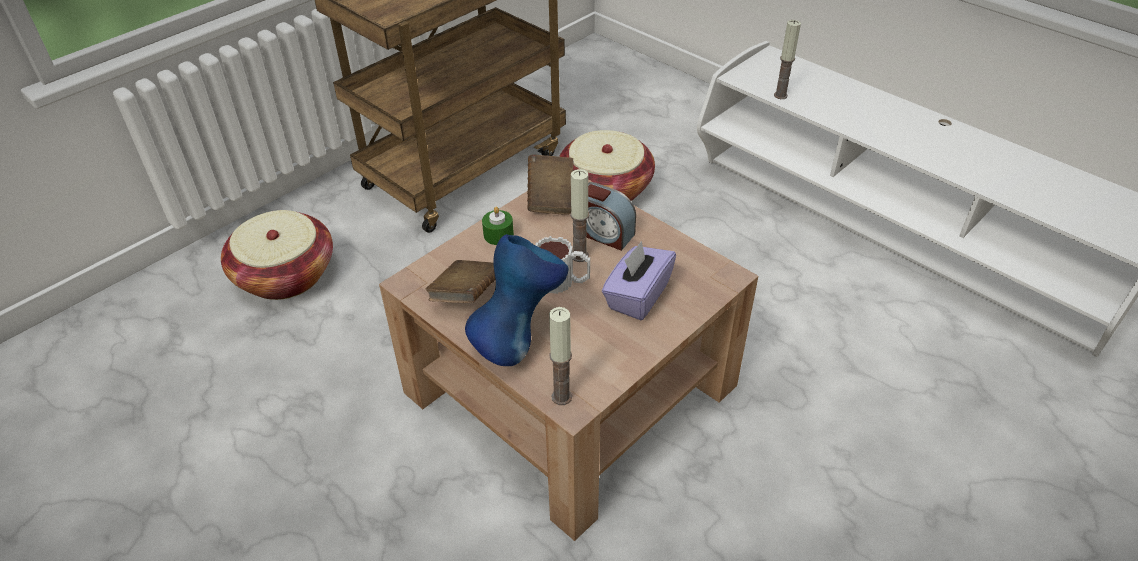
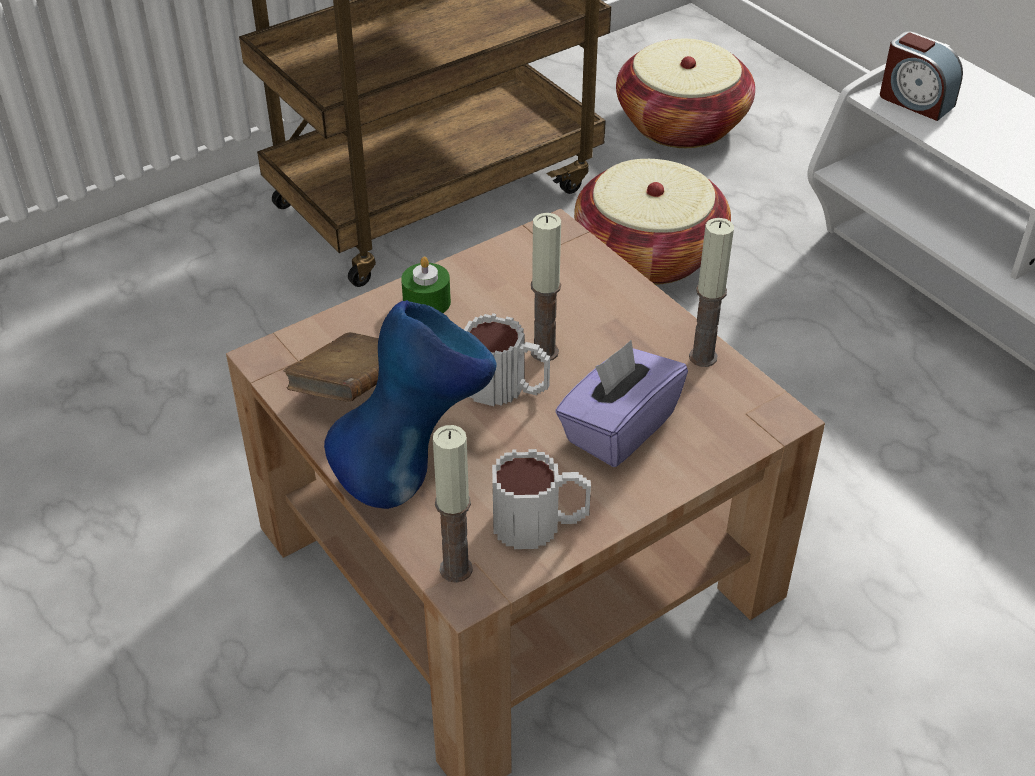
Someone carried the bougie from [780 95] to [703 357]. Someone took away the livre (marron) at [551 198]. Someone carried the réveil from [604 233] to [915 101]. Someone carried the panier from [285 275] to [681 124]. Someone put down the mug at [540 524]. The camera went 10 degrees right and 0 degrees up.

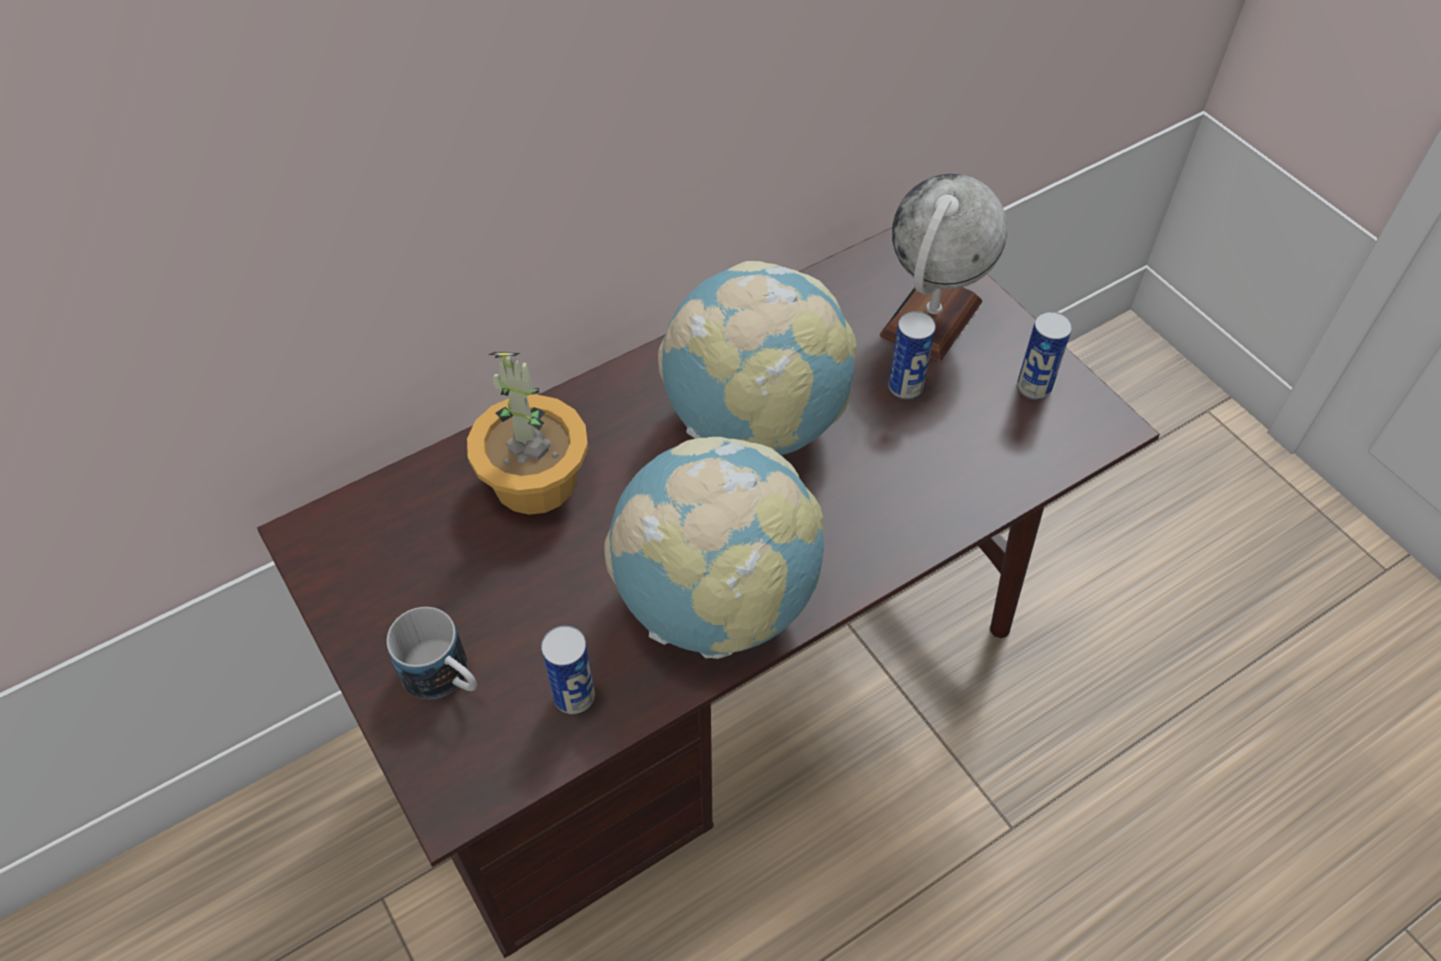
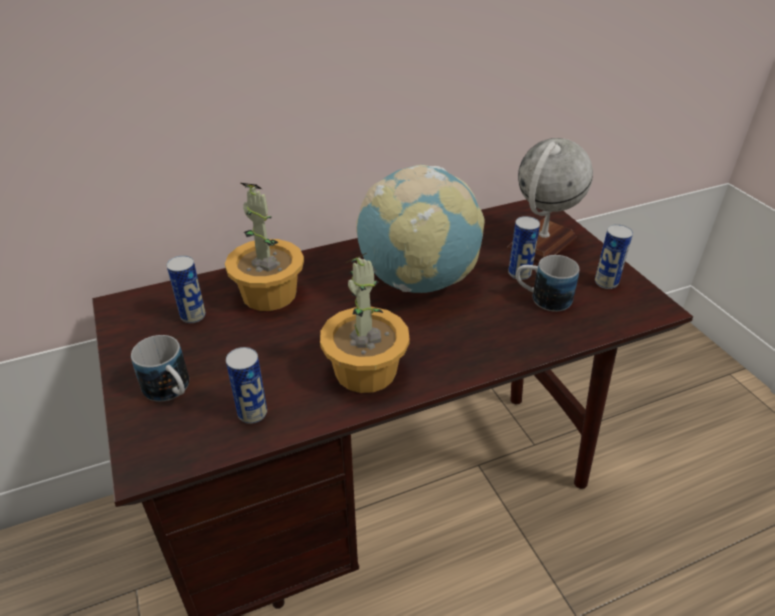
Someone swapped the globe at [716 601] for the plante en pot at [366 371]. Someone put down the boîte métallique at [193 316]. Someone put down the mug at [542 298]. The camera went 10 degrees right and 15 degrees down.

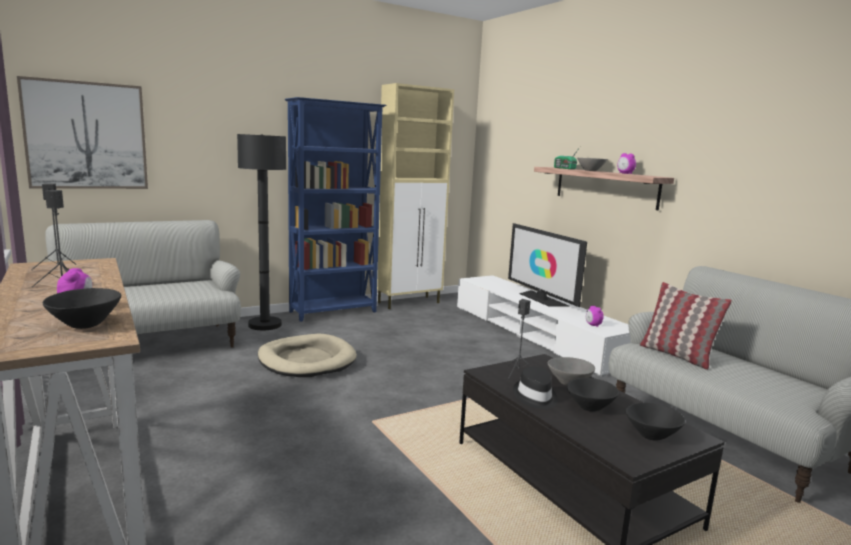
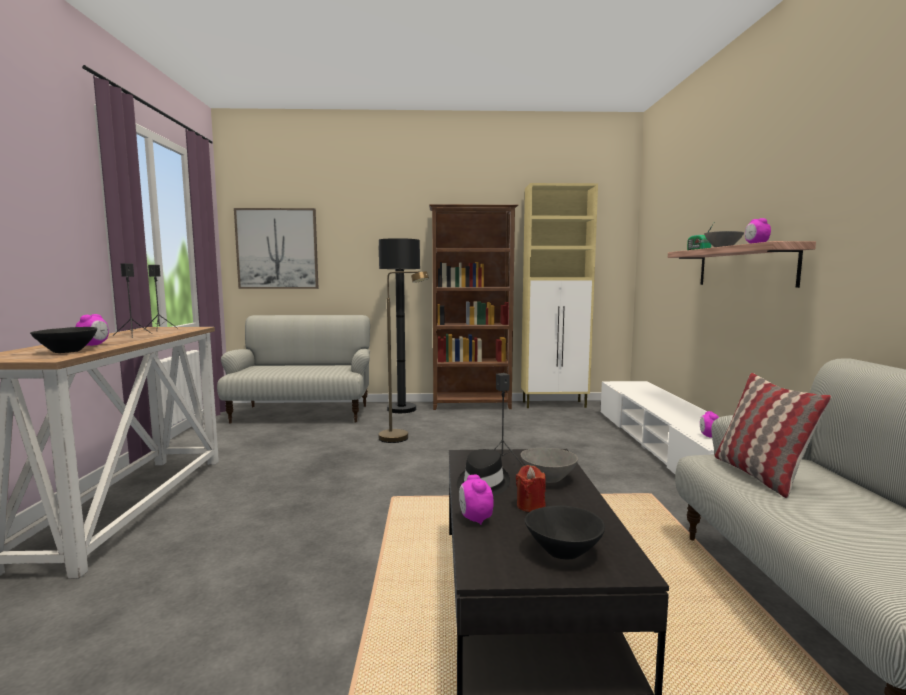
Someone repainted the bibliothèque (bleu) at [334 312], which became the bibliothèque (marron) at [472 405]. Someone took away the téléviseur at [541 299]. Someone swapped the panier pour chien (beige) at [307 360] for the lampadaire (marron) at [400 439]. Someone swapped the bol (noir) at [589 407] for the bougie (rouge) at [530 506]. Someone put down the réveil at [475 519]. The camera went 30 degrees right and 5 degrees down.

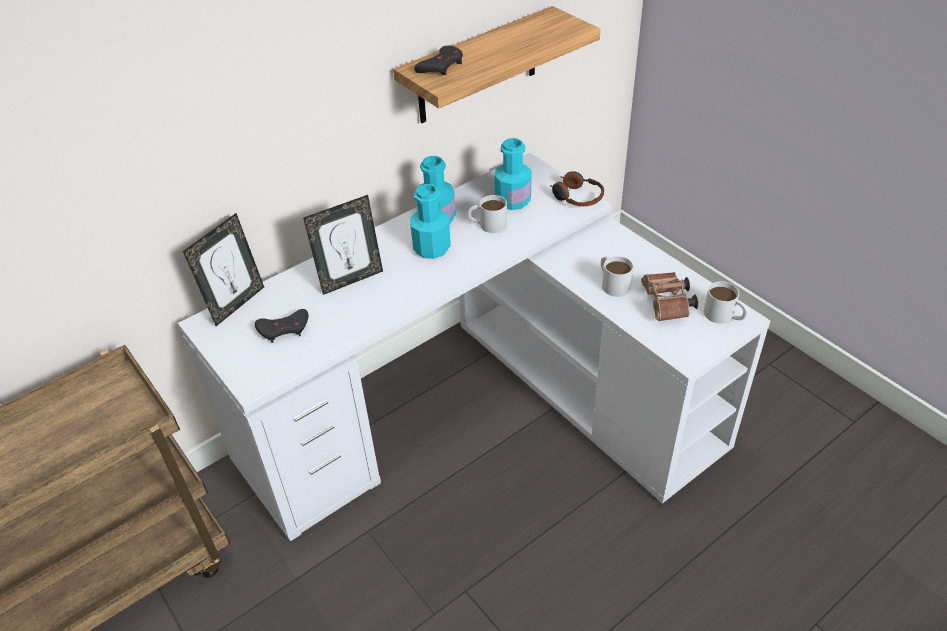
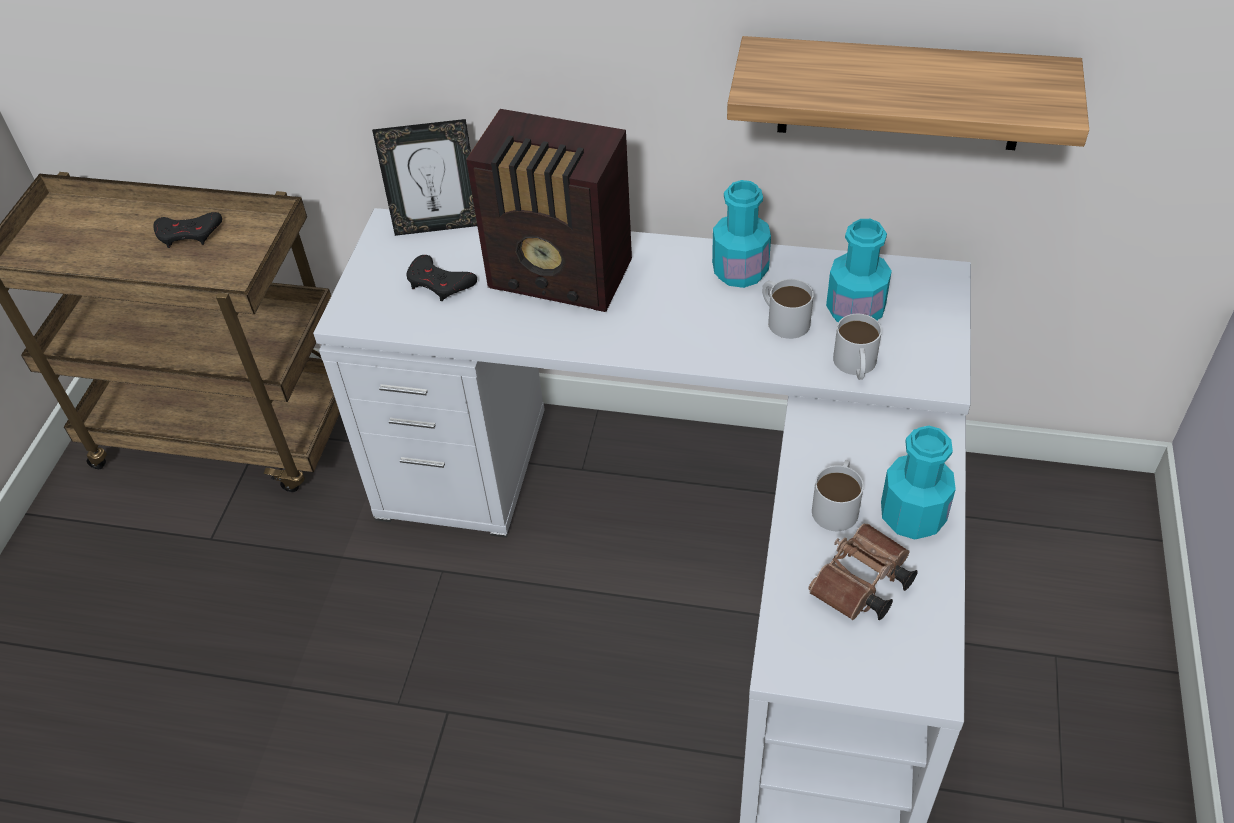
Someone carried the manette (noir) from [441 66] to [189 234]. Someone took away the casque audio at [576 196]. Someone carried the bouteille (turquoise) from [431 248] to [912 516]. Someone swapped the cadre photo at [351 279] for the radio at [562 277]. Someone carried the mug (blanc) from [724 316] to [855 366]. The camera went 50 degrees right and 5 degrees up.

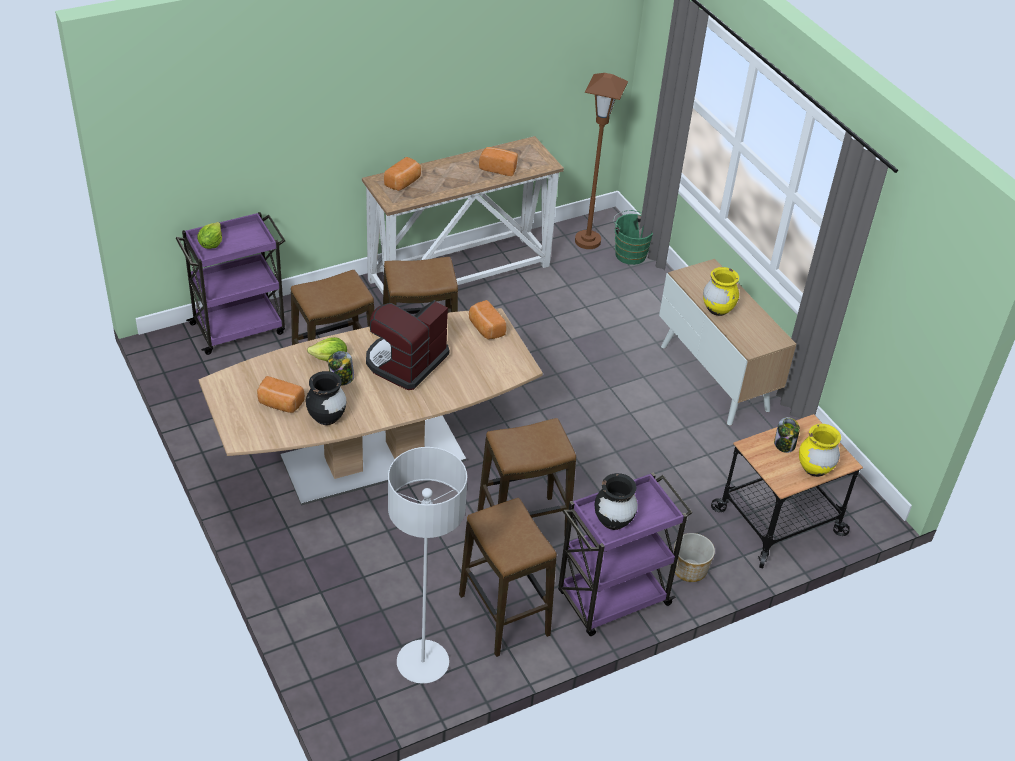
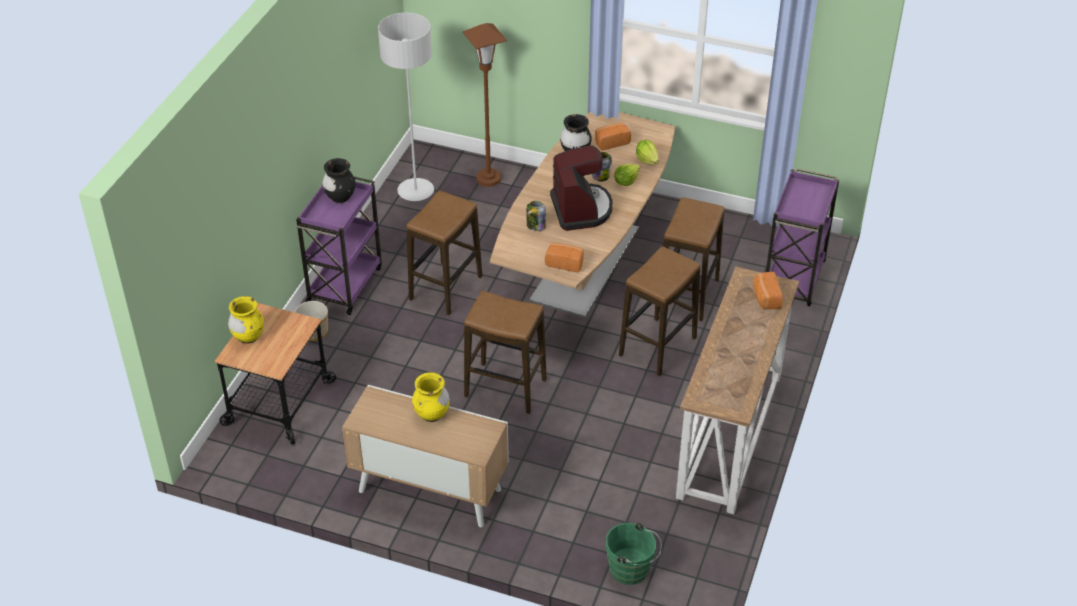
Someone carried the lampadaire (marron) from [587 241] to [488 179]. Someone took away the pain at [498 168]. Someone carried the laitue from [211 244] to [647 160]. Someone carried the bocal from [784 444] to [536 225]. Someone carried the tabouret from [504 615] to [505 388]. The camera went 140 degrees right and 0 degrees up.

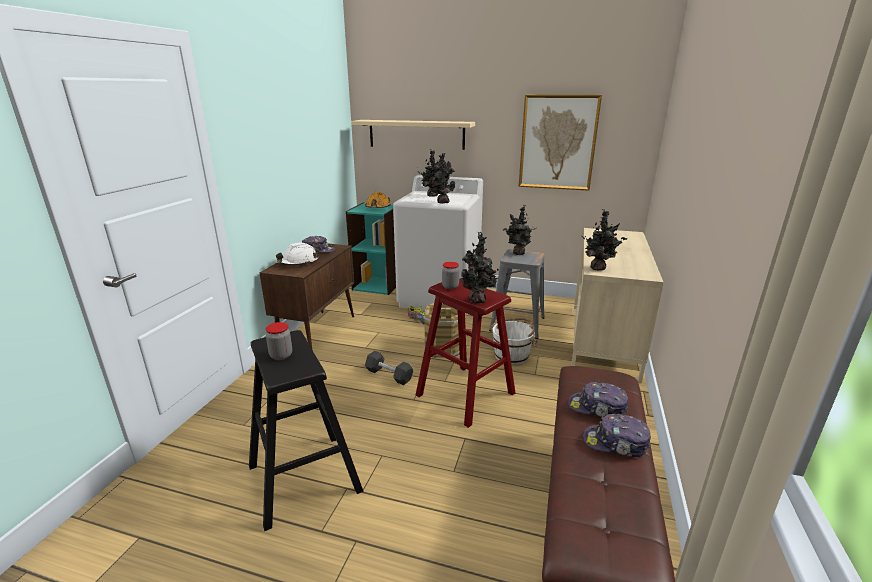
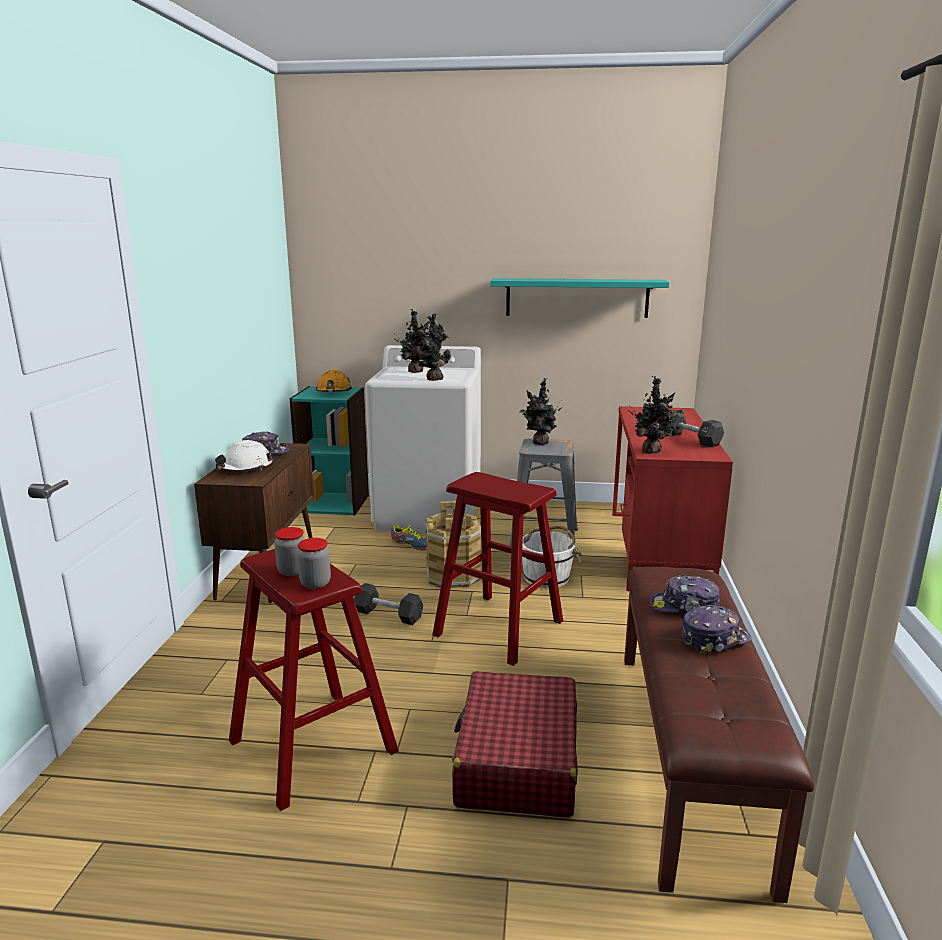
Someone swapped the tableau at [558 143] for the étagère (turquoise) at [577 297]. Someone took away the étagère (beige) at [416 134]. Someone repainted the bureau (beige) at [602 340], which became the bureau (rouge) at [657 550]. Someone took away the plante en pot at [478 301]. Someone carried the bocal from [450 287] to [315 583]. Someone repainted the tabouret (noir) at [304 478], which became the tabouret (rouge) at [312 746]. Someone rotated the casquette at [615 443] by 150 degrees clockwise. Someone put down the haltère (noir) at [690 439]. Someone put down the valise (rouge) at [517 761]. The camera went 10 degrees left and 5 degrees down.

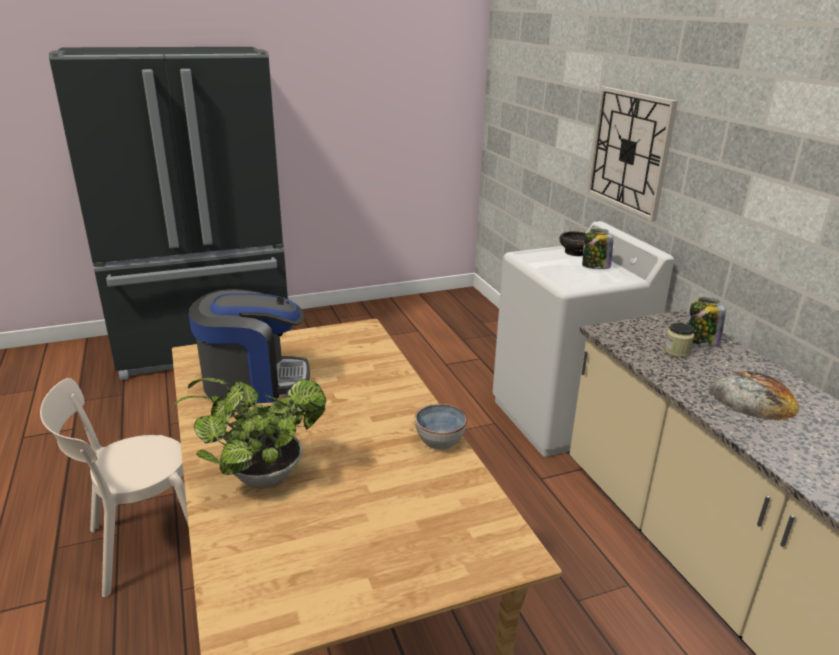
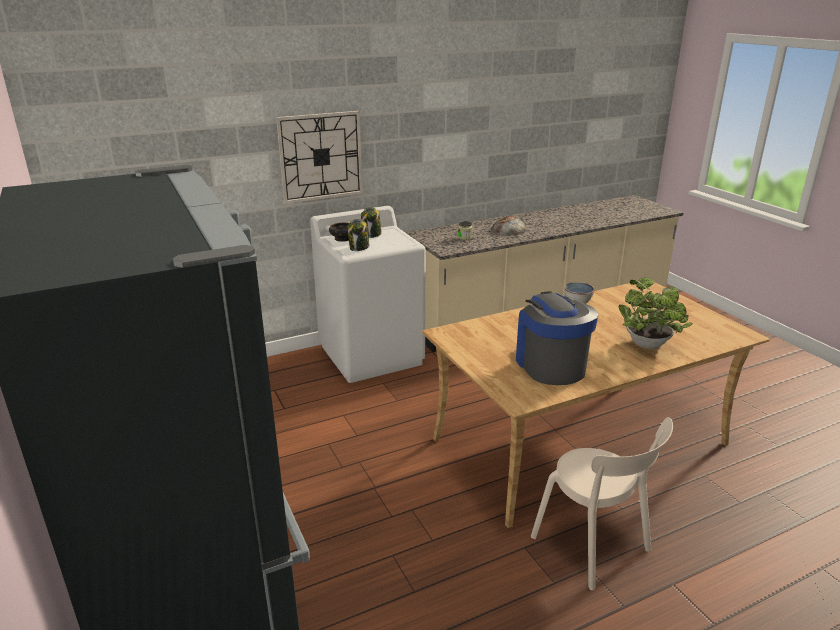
Someone carried the bocal from [701 341] to [359 248]. The camera went 95 degrees left and 0 degrees up.

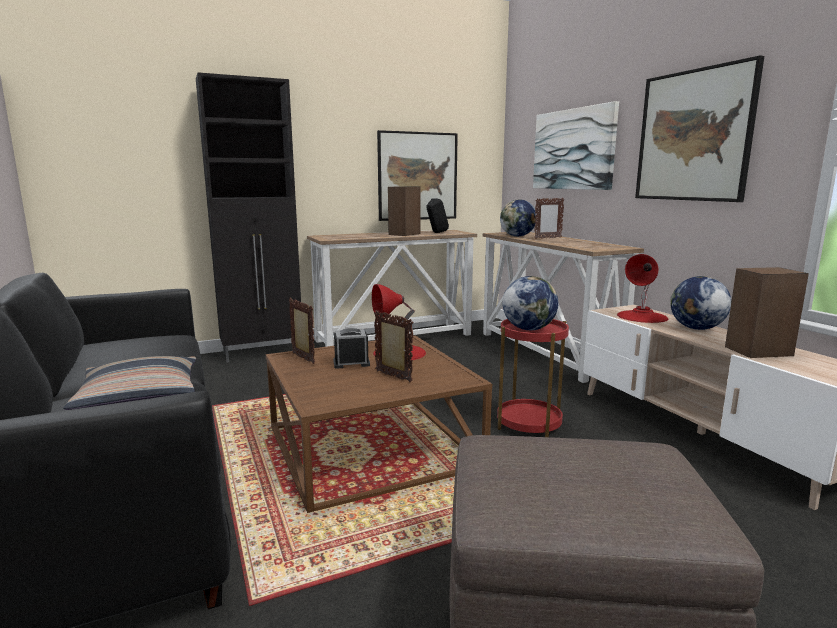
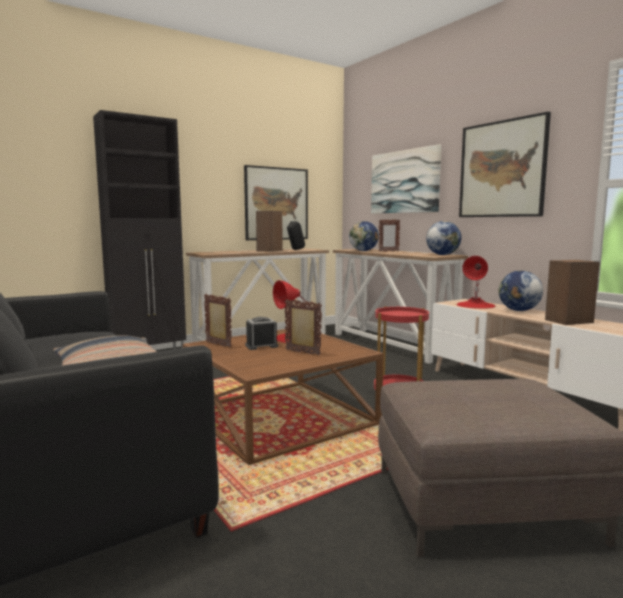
Someone carried the globe from [528 329] to [442 255]. The camera went 10 degrees left and 5 degrees down.

